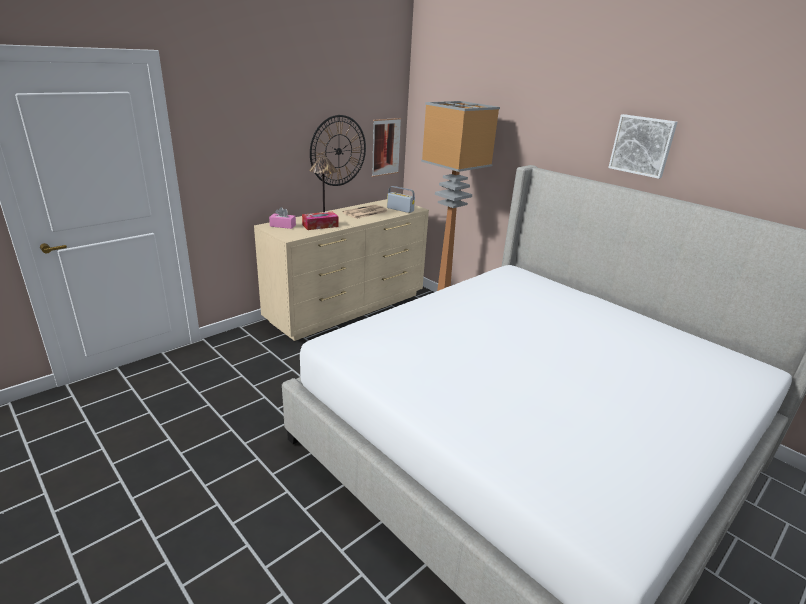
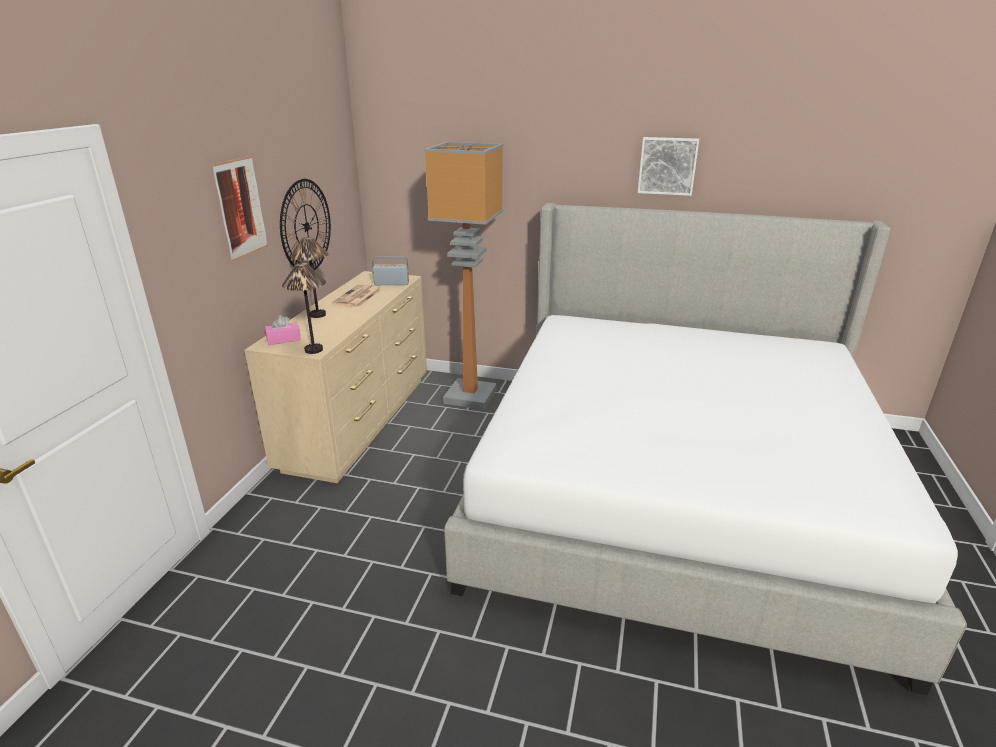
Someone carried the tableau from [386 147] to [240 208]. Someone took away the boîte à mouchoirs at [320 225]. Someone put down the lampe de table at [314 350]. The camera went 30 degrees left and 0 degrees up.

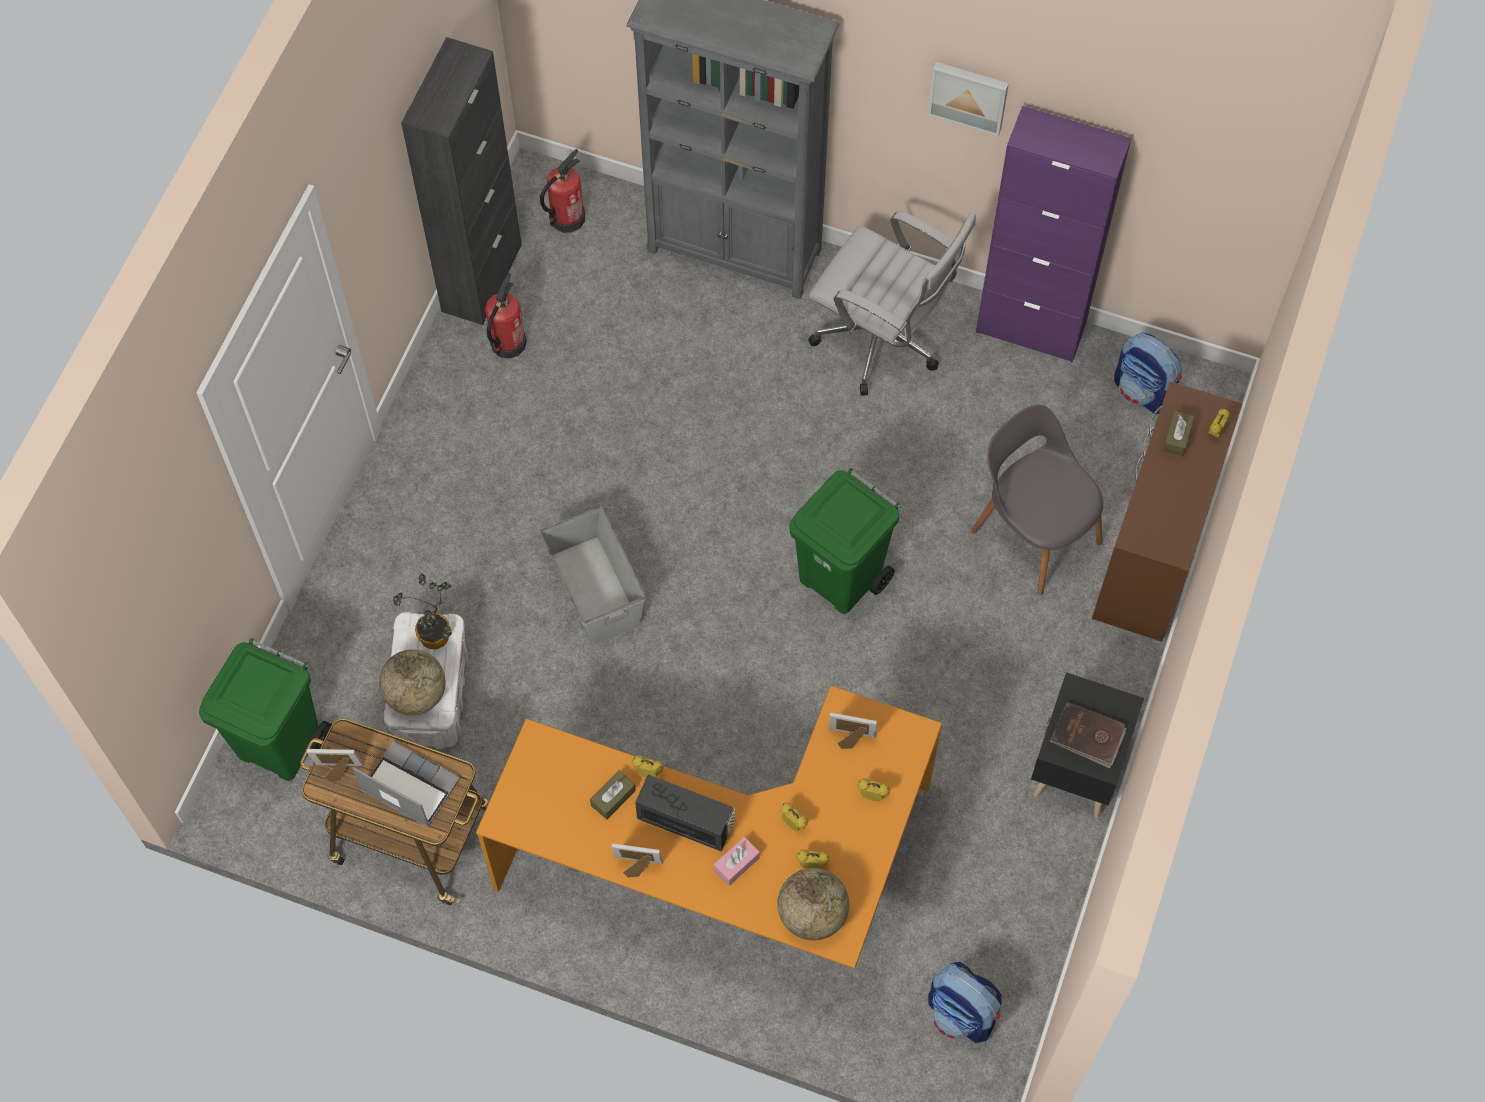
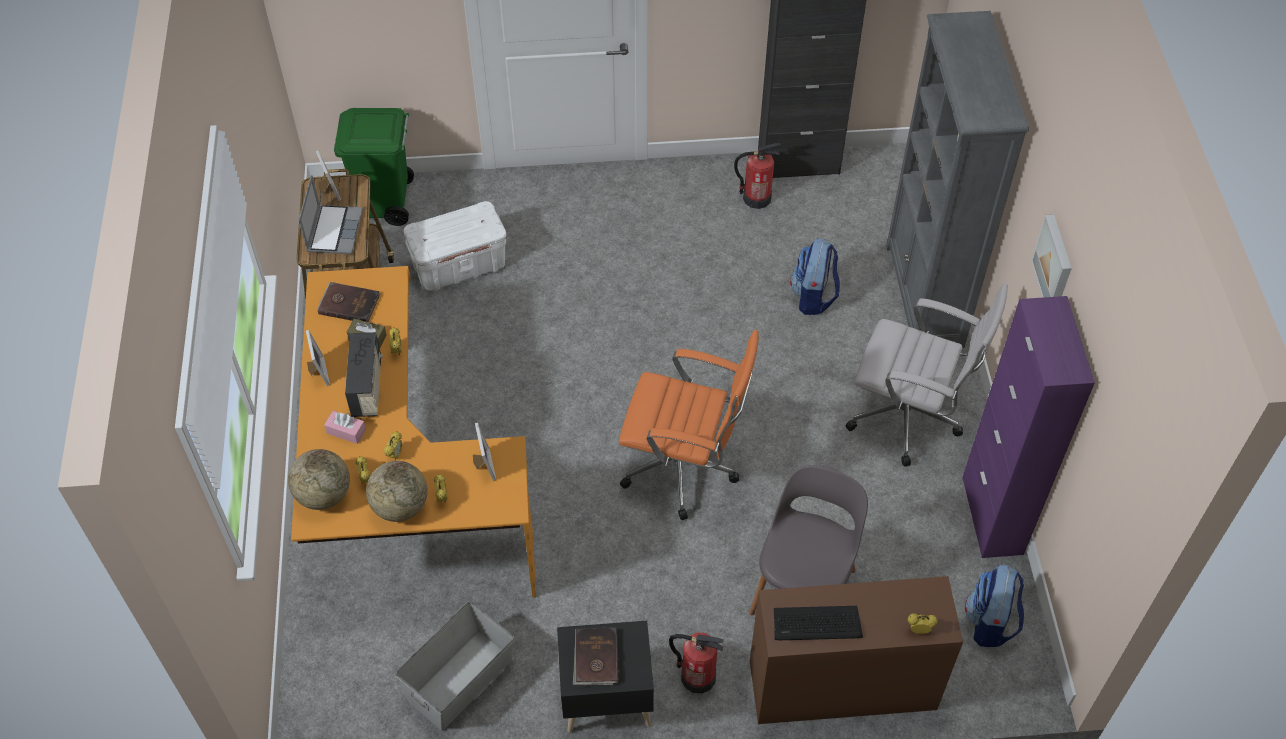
Someone carried the extincteur from [567 218] to [697 676]. Someone rotated the chaise de bureau (blanc) at [883 343] by 75 degrees counterclockwise. Someone took away the boîte à mouchoirs (marron) at [1177 437]. Someone swapped the poubelle (vert) at [841 579] for the chaise de bureau (orange) at [685 470]. Someone carried the boîte de rangement (gris) from [595 590] to [460 679]. Someone took away the plante en pot at [436 640]. Someone carried the globe from [416 695] to [400 506]. Someone carried the sac à dos from [962 1014] to [813 297]. Someone put down the livre (marron) at [349 303]. Someone put down the clavier at [817 624]. The camera went 65 degrees right and 10 degrees down.

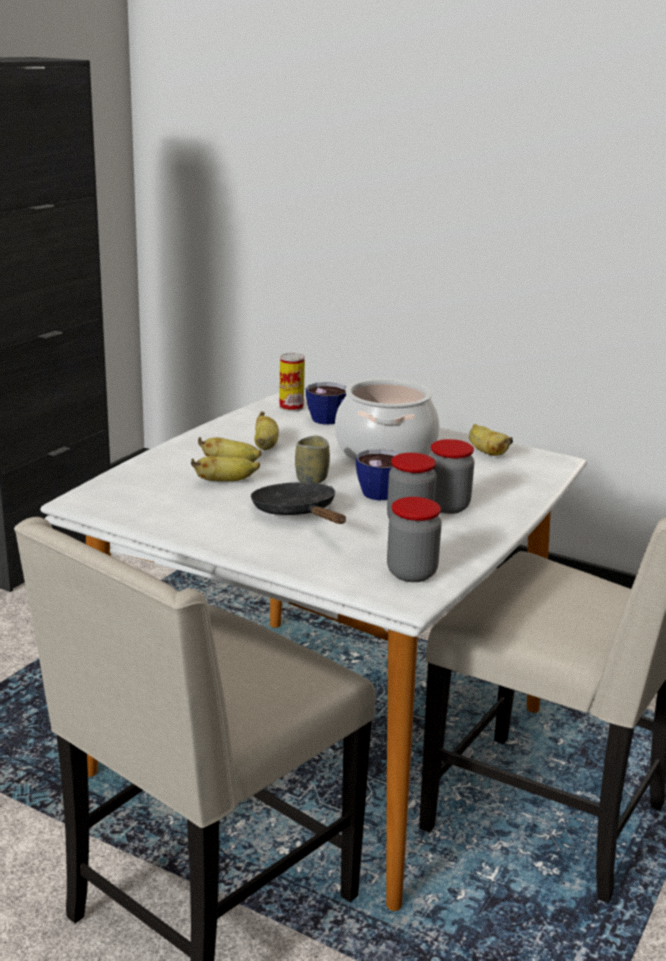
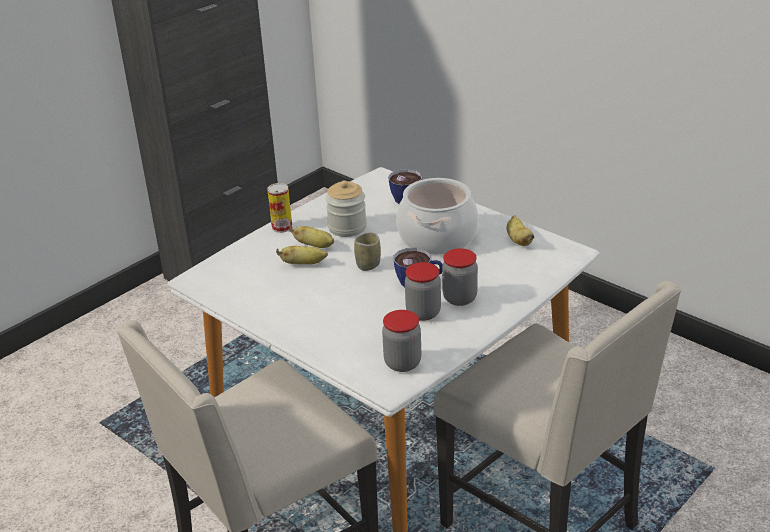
Someone carried the boîte métallique from [291 407] to [282 227]. Someone swapped the banane at [265 446] for the bocal at [347 227]. Someone took away the poêle (noir) at [298 513]. The camera went 15 degrees right and 10 degrees up.

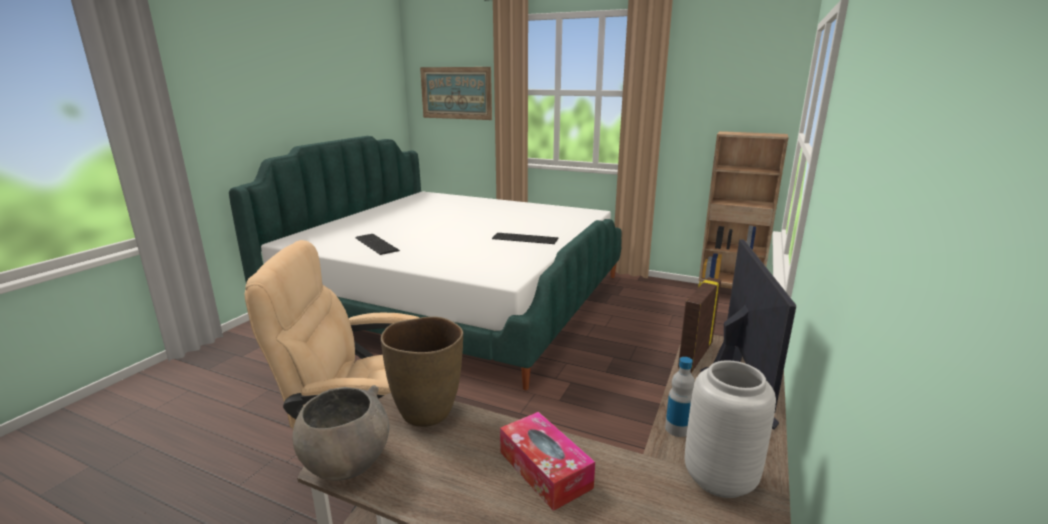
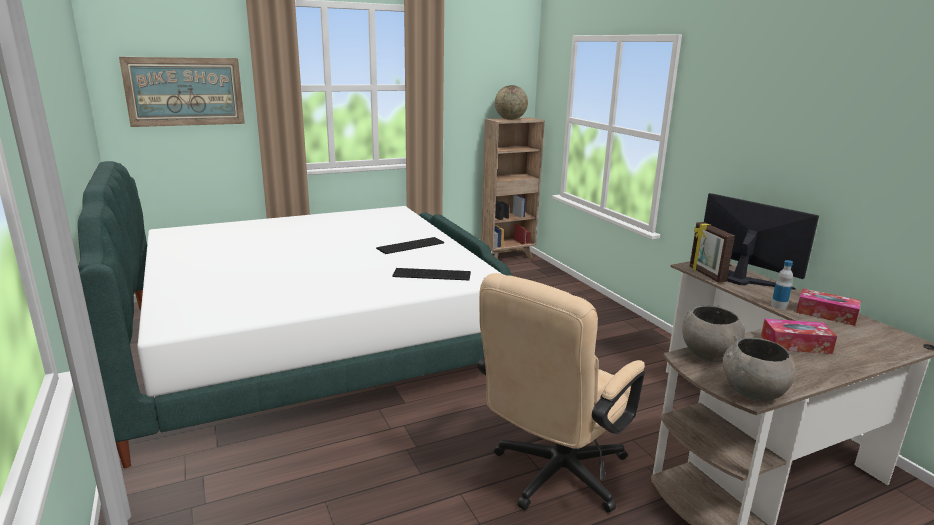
Someone carried the clavier from [376 244] to [432 275]. Someone swapped the vase (marron) at [427 412] for the bol (gris) at [708 355]. Someone swapped the vase (gris) at [718 478] for the boîte à mouchoirs at [826 314]. Someone put down the globe at [510 119]. The camera went 50 degrees left and 0 degrees up.

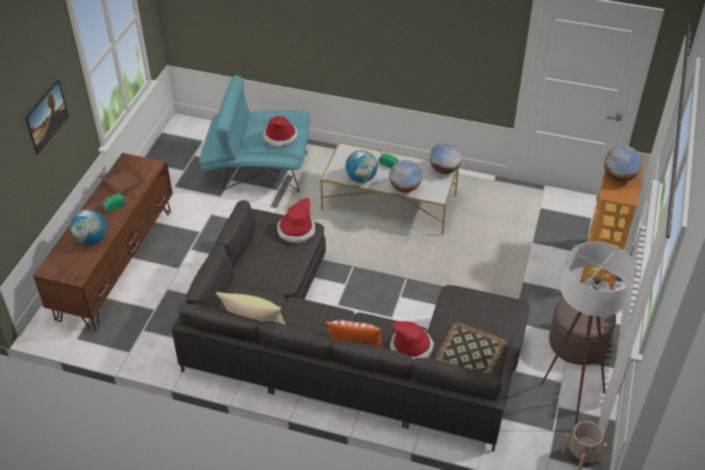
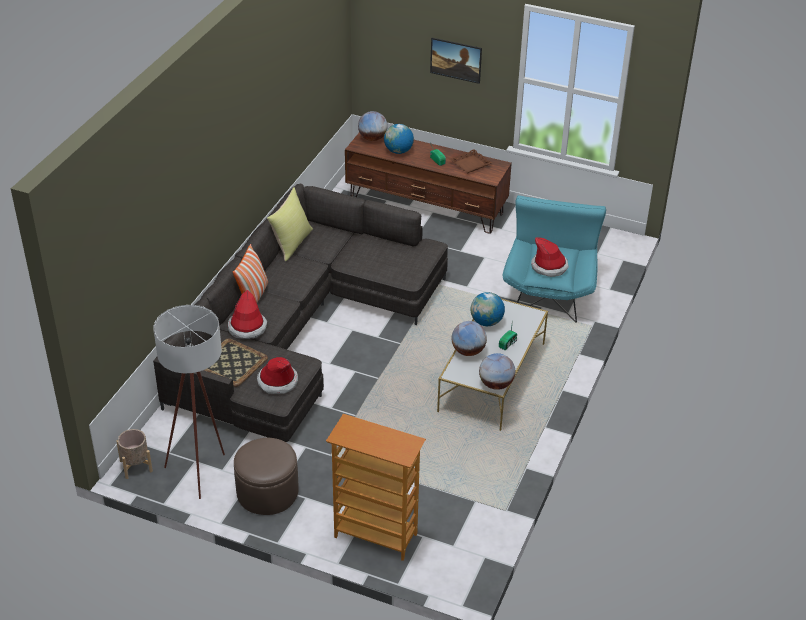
Someone carried the globe from [619 177] to [372 138]. Someone carried the chapeau from [296 231] to [277 381]. The camera went 95 degrees right and 5 degrees down.

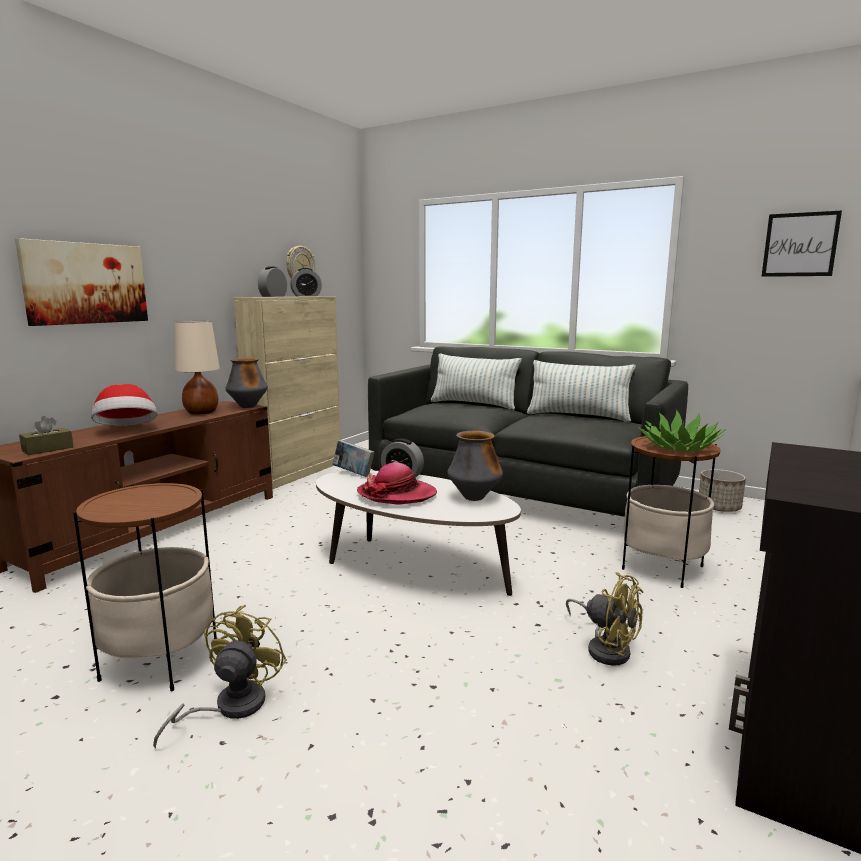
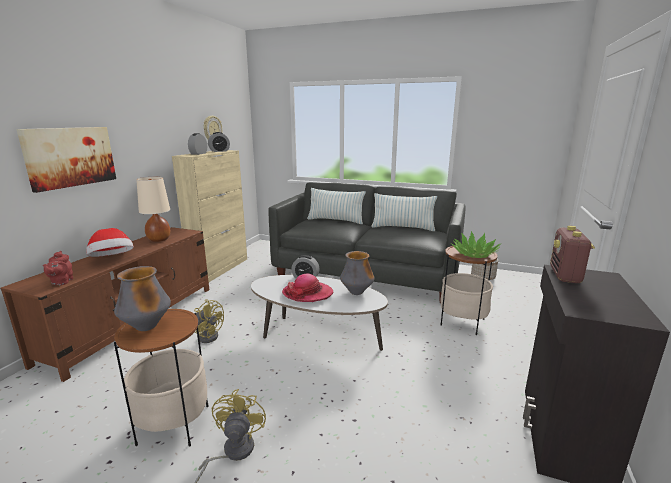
Someone took away the tableau at [800 244]. Someone carried the vase from [248 407] to [147 327]. Someone swapped the boîte à mouchoirs (marron) at [48 449] for the théière (rouge) at [61 282]. Someone took away the livre at [353 474]. Someone carried the ventilateur (jaune) from [605 648] to [209 335]. Someone put down the radio at [565 276]. The camera went 10 degrees left and 5 degrees up.

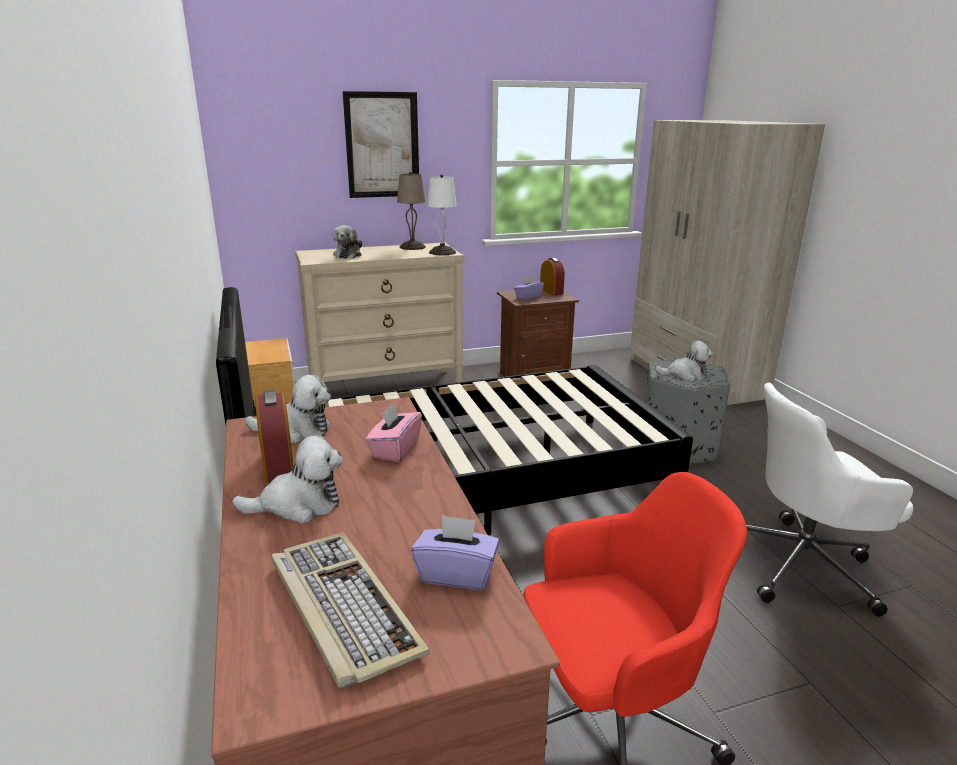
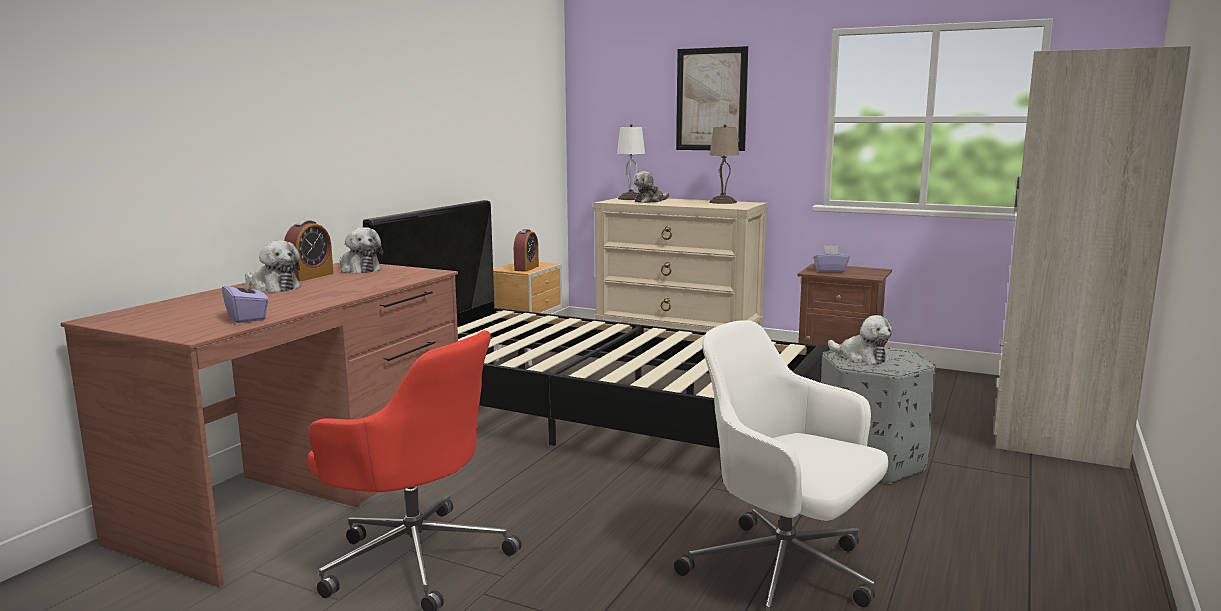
Someone carried the lampe de table (blanc) from [443 252] to [631 198]. Someone carried the réveil from [551 291] to [526 268]. Someone took away the boîte à mouchoirs (rose) at [395 449]. Someone took away the clavier at [341 607]. The camera went 45 degrees right and 10 degrees down.

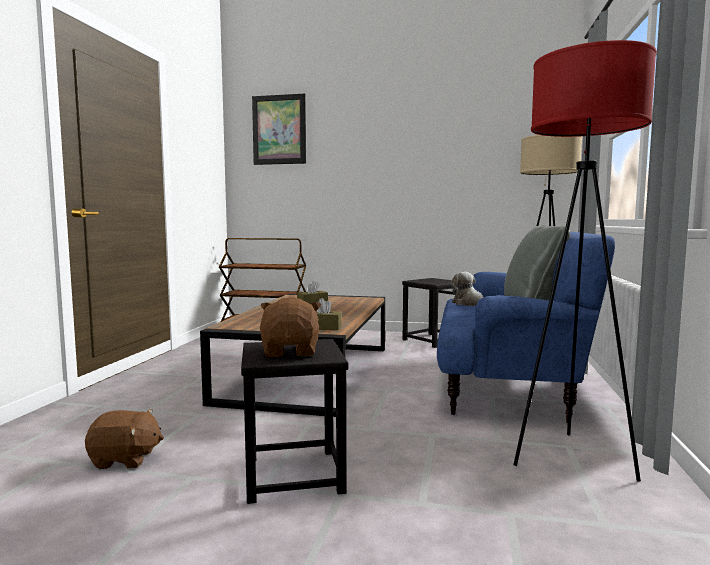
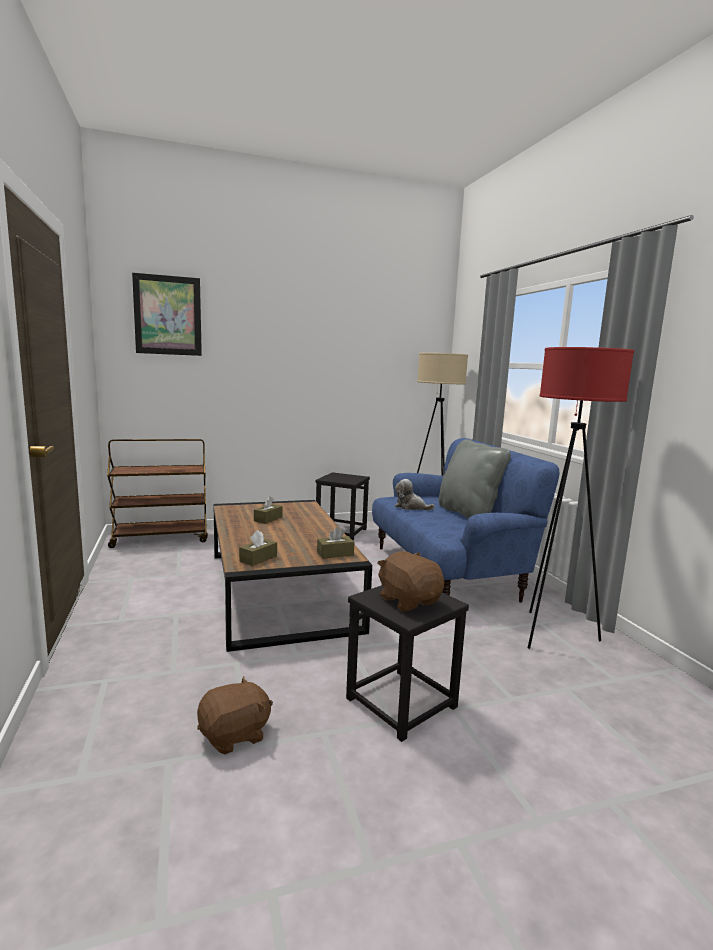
Someone put down the boîte à mouchoirs (marron) at [258 559]. The camera went 30 degrees left and 5 degrees up.

